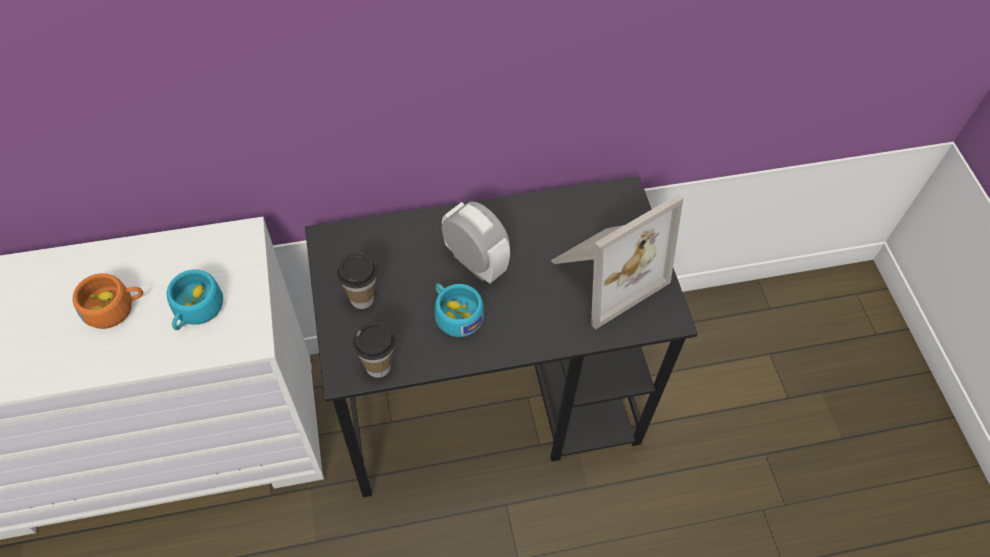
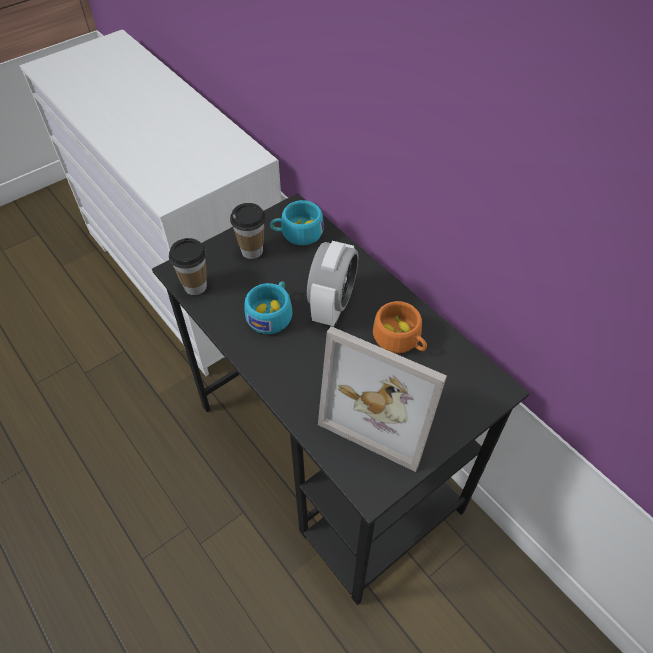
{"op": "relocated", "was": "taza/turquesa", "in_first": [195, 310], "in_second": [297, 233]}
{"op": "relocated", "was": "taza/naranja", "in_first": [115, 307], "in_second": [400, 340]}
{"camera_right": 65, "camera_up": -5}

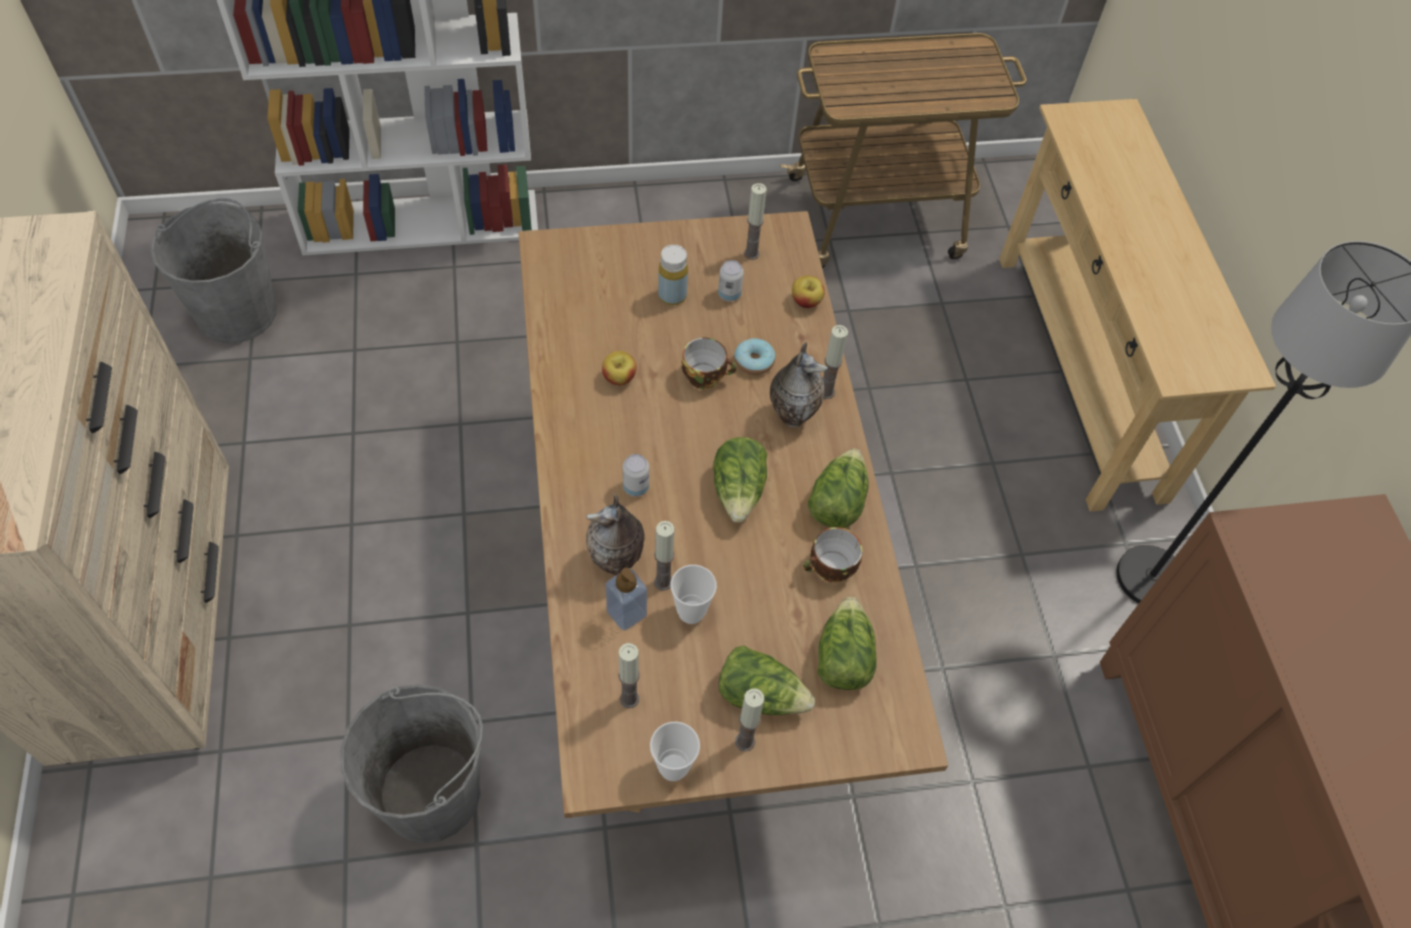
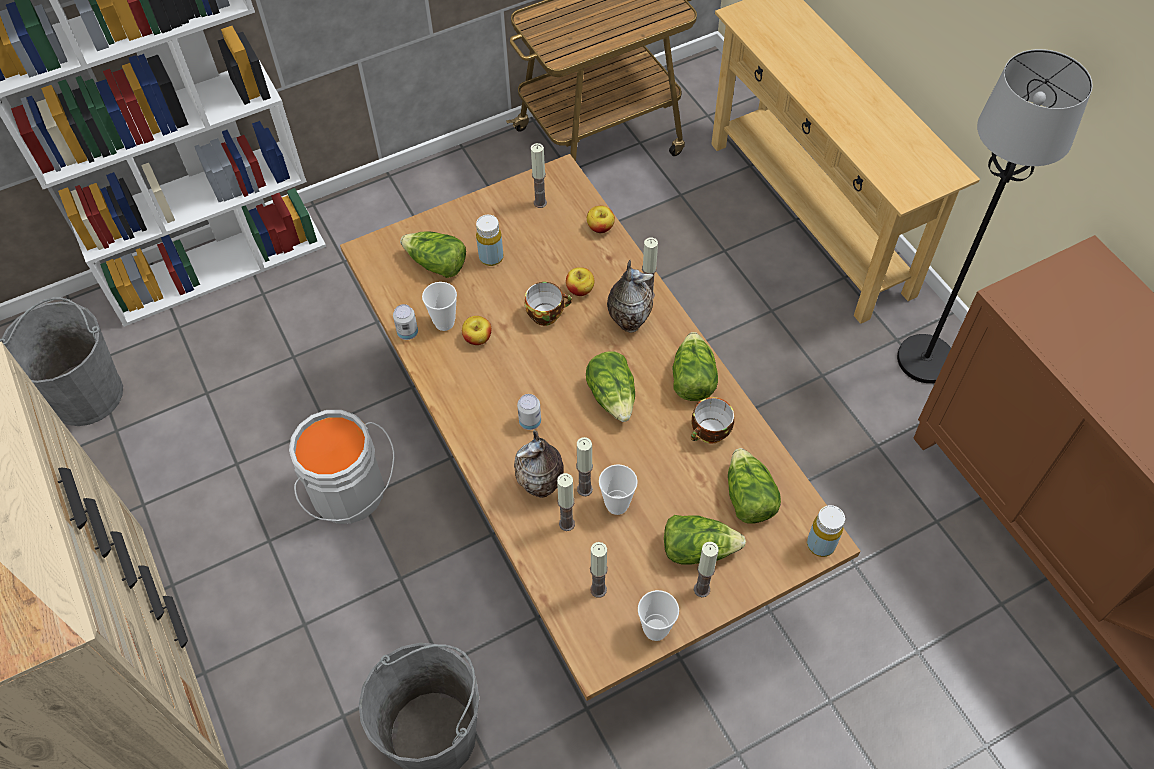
{"op": "appeared", "now": "cubo/gris", "in_second": [350, 494]}
{"op": "relocated", "was": "lata", "in_first": [729, 294], "in_second": [408, 333]}
{"op": "appeared", "now": "lechuga", "in_second": [436, 264]}
{"op": "appeared", "now": "taza", "in_second": [444, 323]}
{"op": "exchanged", "was": "dispensador de jabón", "now": "vela", "in_first": [626, 613], "in_second": [566, 524]}
{"op": "exchanged", "was": "rosquilla", "now": "manzana", "in_first": [754, 361], "in_second": [580, 289]}
{"op": "appeared", "now": "botella/amarillo", "in_second": [820, 544]}
{"camera_right": -15, "camera_up": 0}

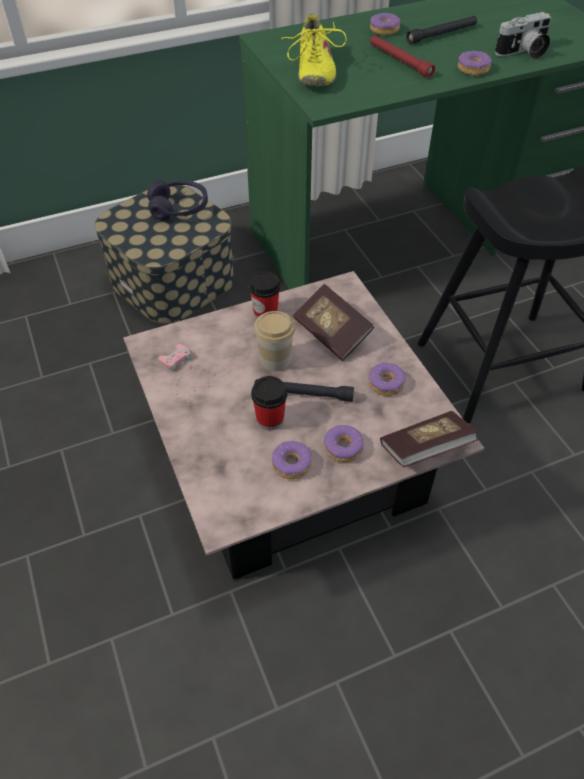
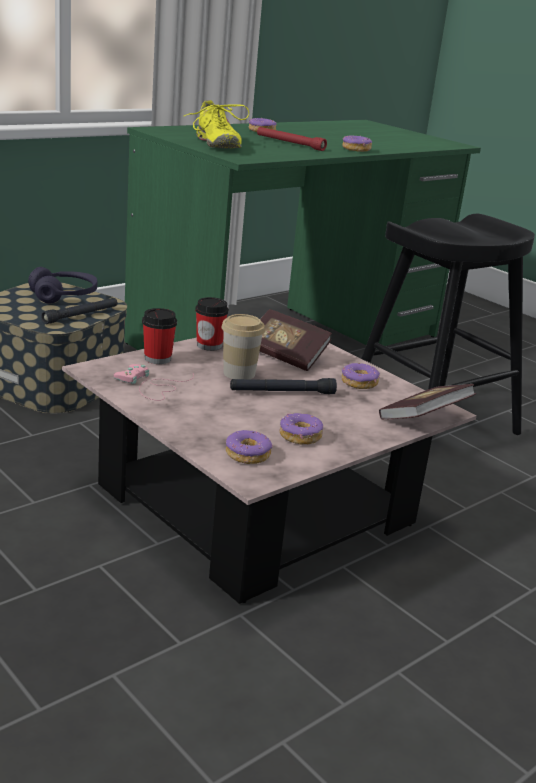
{"op": "relocated", "was": "linterna/negro", "in_first": [442, 35], "in_second": [81, 315]}
{"op": "relocated", "was": "taza", "in_first": [270, 419], "in_second": [157, 358]}
{"op": "relocated", "was": "rosquilla", "in_first": [343, 448], "in_second": [248, 455]}
{"op": "missing", "was": "cámara", "in_first": [523, 53]}
{"camera_right": -20, "camera_up": -25}

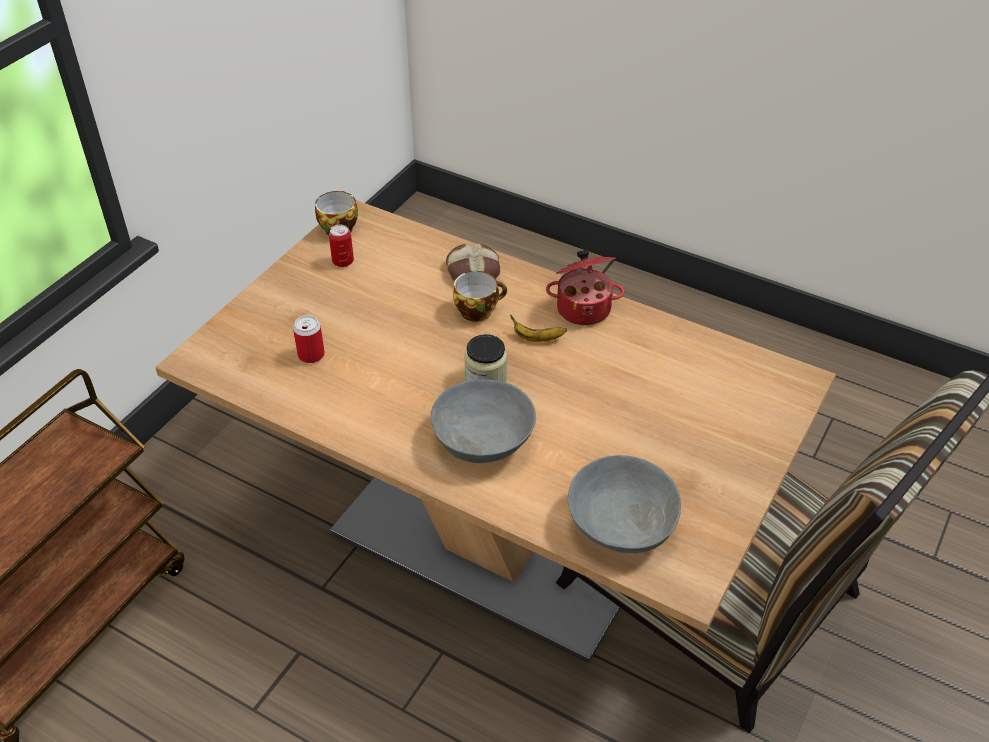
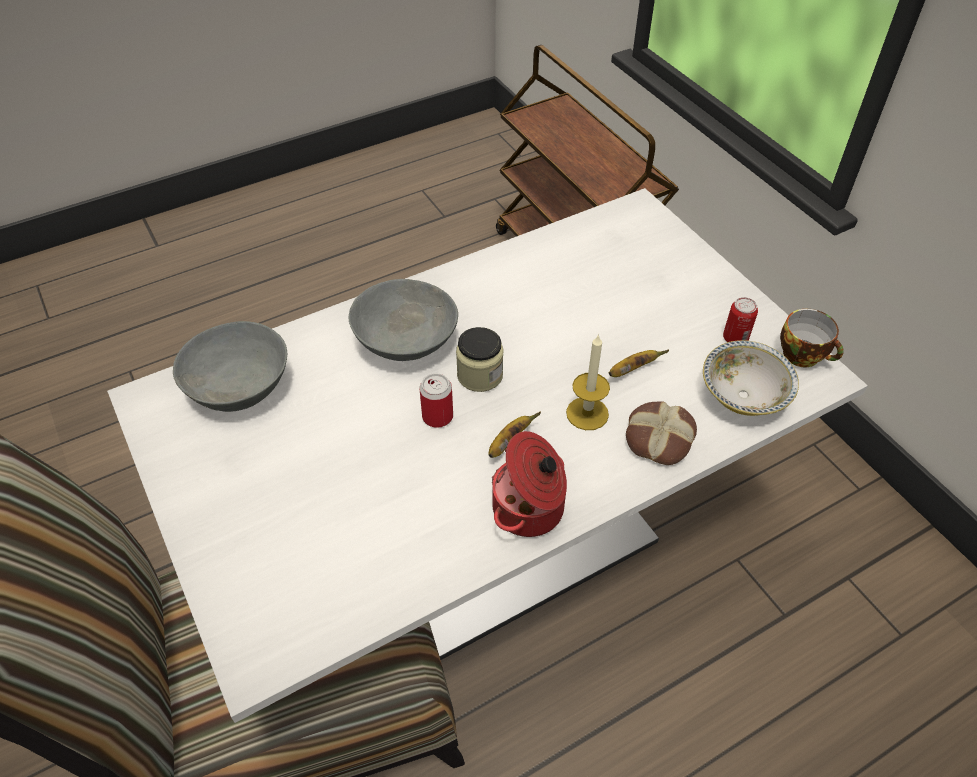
{"op": "colour", "was": "mesa de comedor/marrón", "now": "mesa de comedor/blanco", "in_first": [494, 538], "in_second": [488, 546]}
{"op": "relocated", "was": "lata", "in_first": [311, 355], "in_second": [437, 416]}
{"op": "exchanged", "was": "taza", "now": "vela", "in_first": [478, 310], "in_second": [587, 413]}
{"op": "appeared", "now": "plátano", "in_second": [632, 369]}
{"op": "appeared", "now": "cuenco", "in_second": [743, 396]}
{"camera_right": 120, "camera_up": 5}

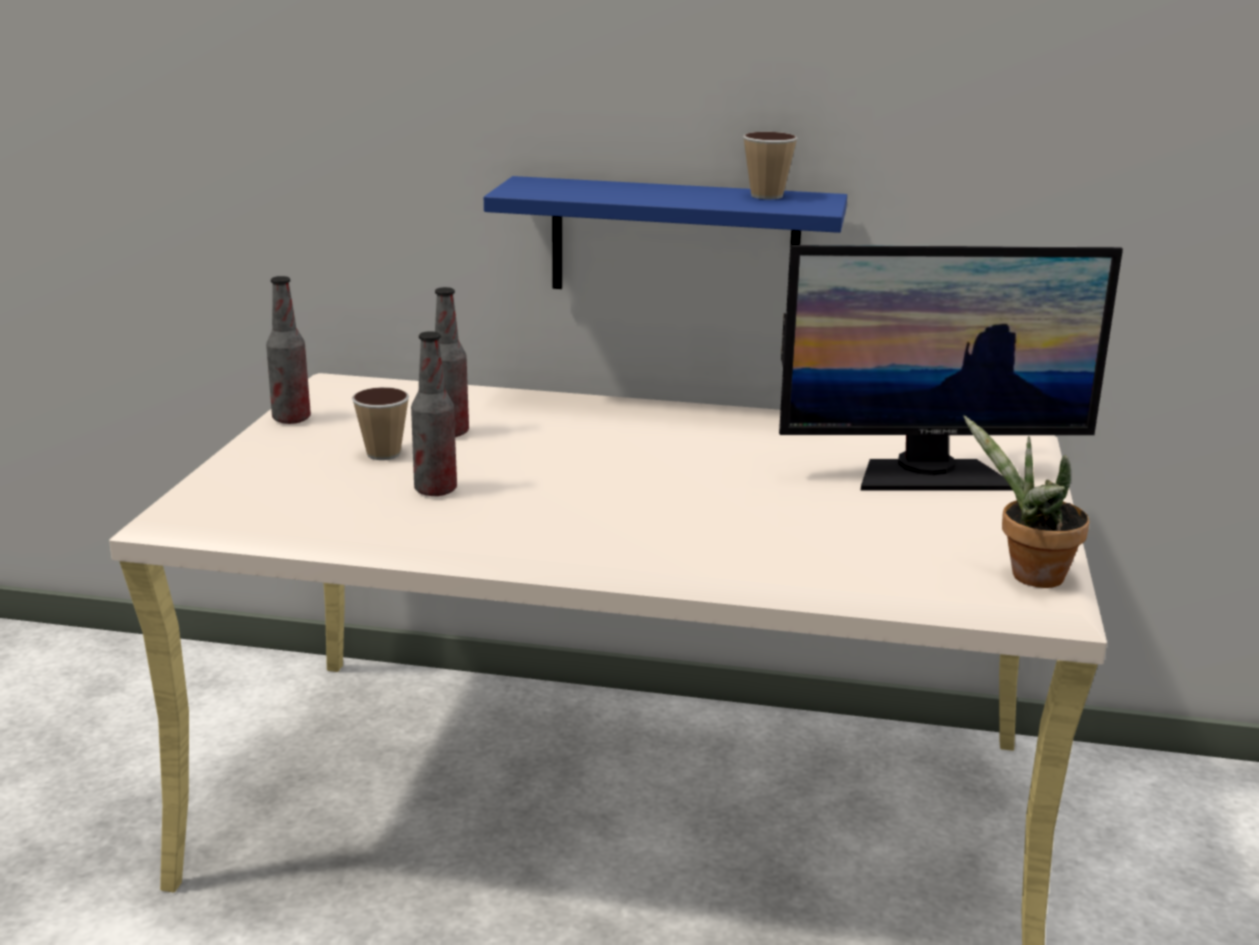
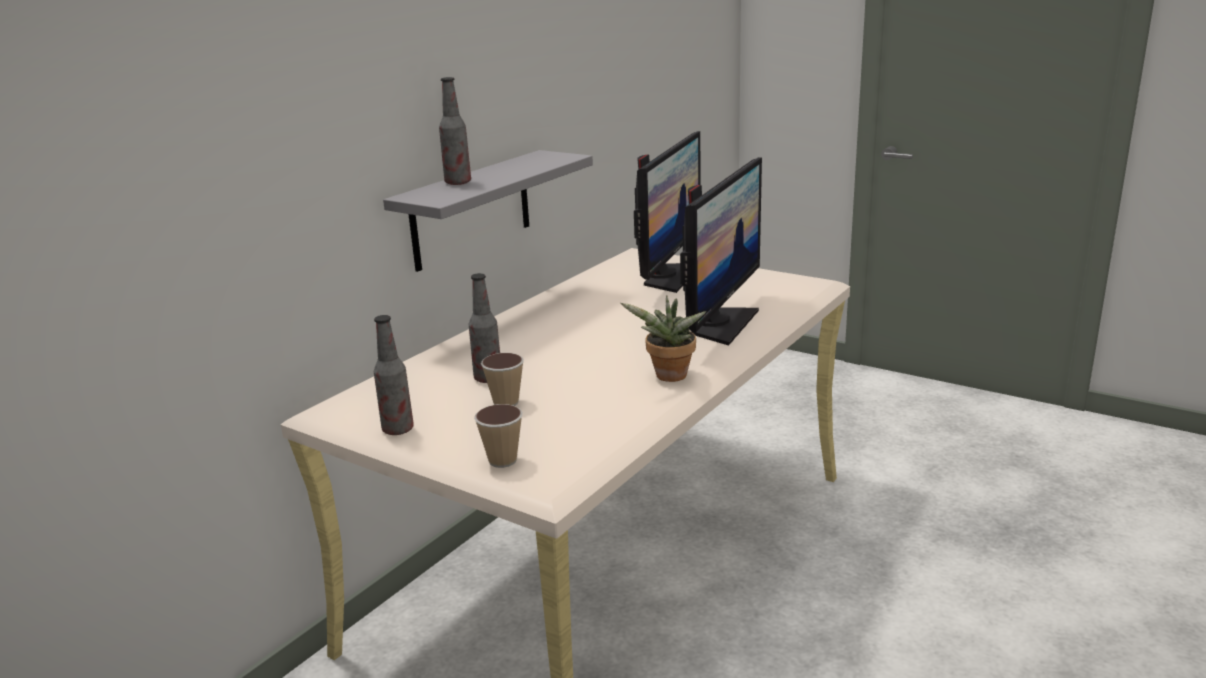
{"op": "colour", "was": "estante/azul", "now": "estante/gris", "in_first": [674, 241], "in_second": [471, 210]}
{"op": "relocated", "was": "botella", "in_first": [435, 490], "in_second": [458, 182]}
{"op": "relocated", "was": "taza", "in_first": [766, 196], "in_second": [502, 460]}
{"op": "relocated", "was": "planta en maceta", "in_first": [1028, 576], "in_second": [669, 377]}
{"op": "appeared", "now": "monitor", "in_second": [720, 324]}
{"camera_right": -65, "camera_up": 0}

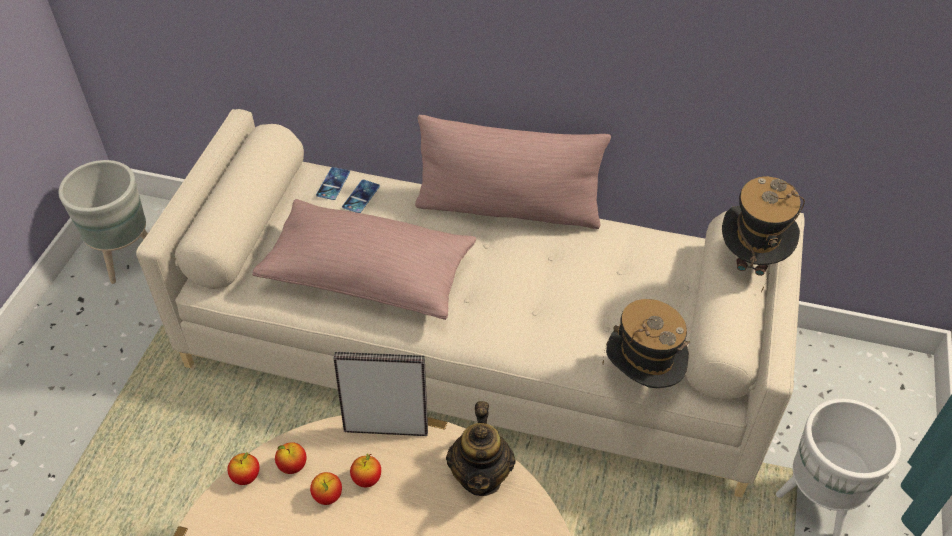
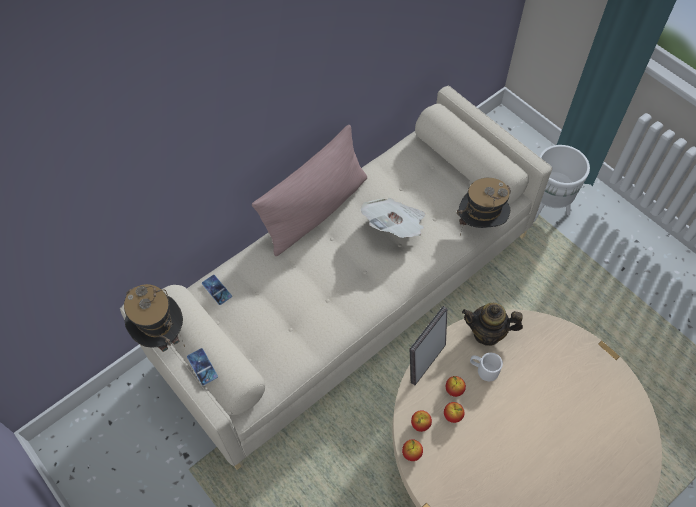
{"op": "relocated", "was": "sombrero", "in_first": [750, 261], "in_second": [161, 334]}
{"op": "relocated", "was": "móvil", "in_first": [361, 196], "in_second": [202, 366]}
{"op": "appeared", "now": "periódico", "in_second": [395, 226]}
{"op": "spun", "was": "tetera", "in_first": [481, 475], "in_second": [487, 333], "clockwise": 150}
{"op": "appeared", "now": "taza grande/blanco", "in_second": [483, 369]}
{"op": "missing", "was": "maceta/gris", "in_first": [125, 259]}
{"op": "missing", "was": "cojín/rosa", "in_first": [368, 276]}
{"camera_right": -55, "camera_up": 10}

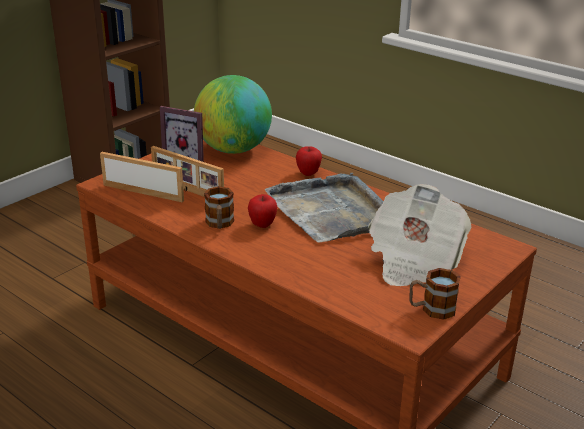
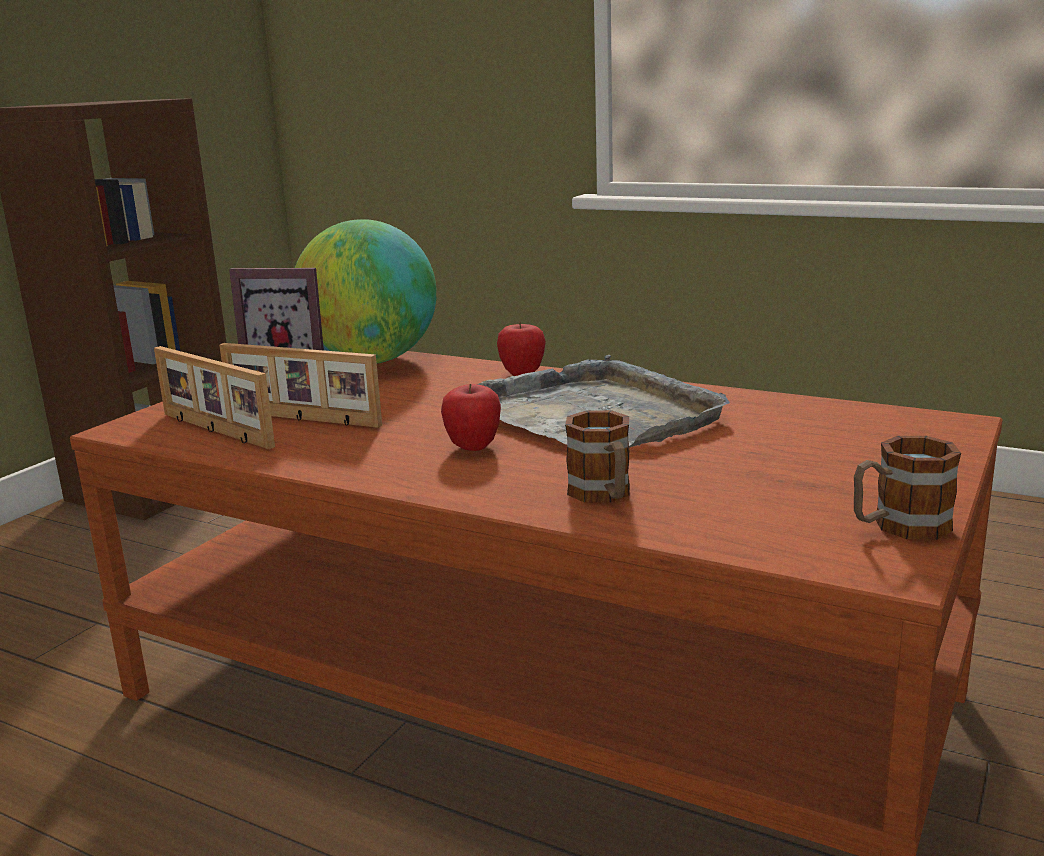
{"op": "spun", "was": "portarretratos", "in_first": [144, 192], "in_second": [214, 431], "clockwise": -150}
{"op": "relocated", "was": "taza grande", "in_first": [219, 224], "in_second": [604, 495]}
{"op": "missing", "was": "periódico", "in_first": [414, 260]}
{"camera_right": -10, "camera_up": -10}

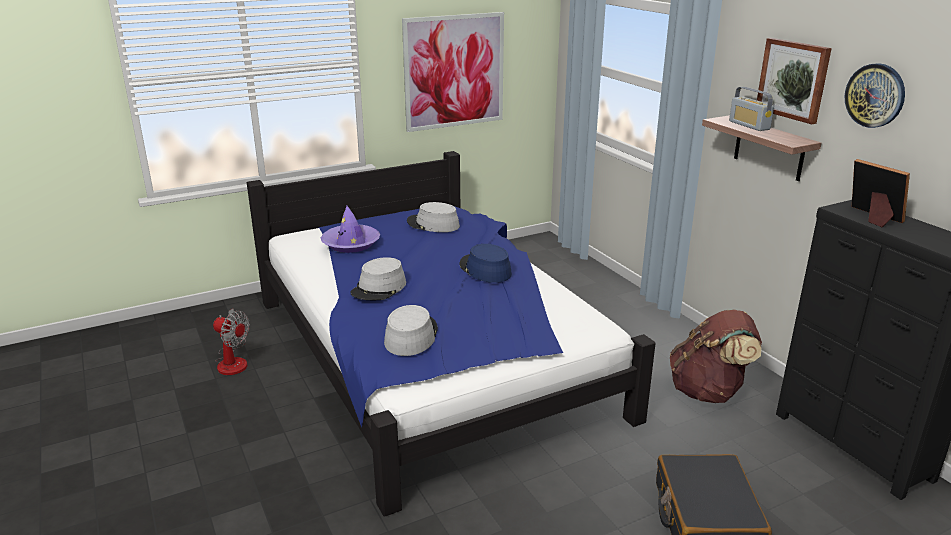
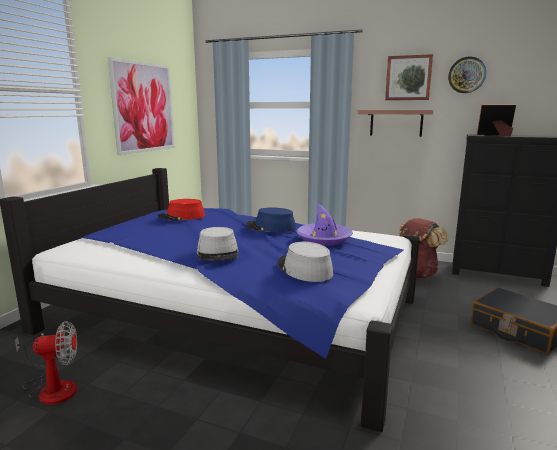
{"op": "colour", "was": "sombrero/gris", "now": "sombrero/rojo", "in_first": [433, 224], "in_second": [181, 217]}
{"op": "relocated", "was": "sombrero/morado", "in_first": [351, 244], "in_second": [324, 239]}
{"op": "missing", "was": "radio", "in_first": [749, 125]}
{"camera_right": -40, "camera_up": -10}

